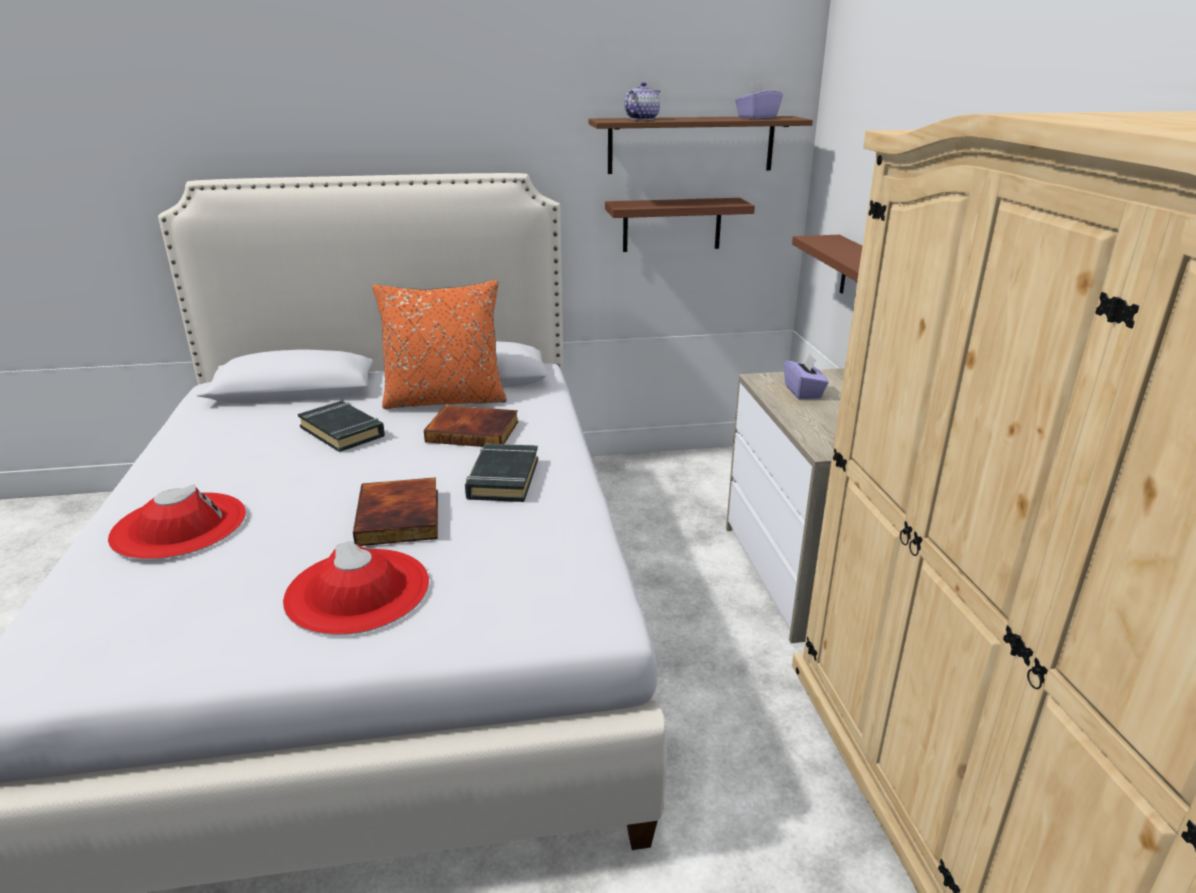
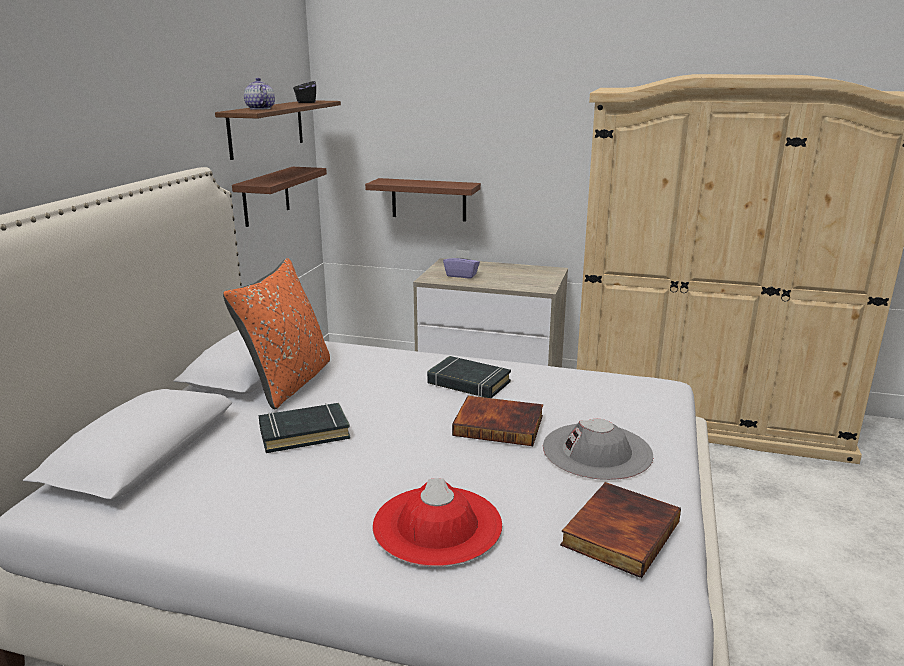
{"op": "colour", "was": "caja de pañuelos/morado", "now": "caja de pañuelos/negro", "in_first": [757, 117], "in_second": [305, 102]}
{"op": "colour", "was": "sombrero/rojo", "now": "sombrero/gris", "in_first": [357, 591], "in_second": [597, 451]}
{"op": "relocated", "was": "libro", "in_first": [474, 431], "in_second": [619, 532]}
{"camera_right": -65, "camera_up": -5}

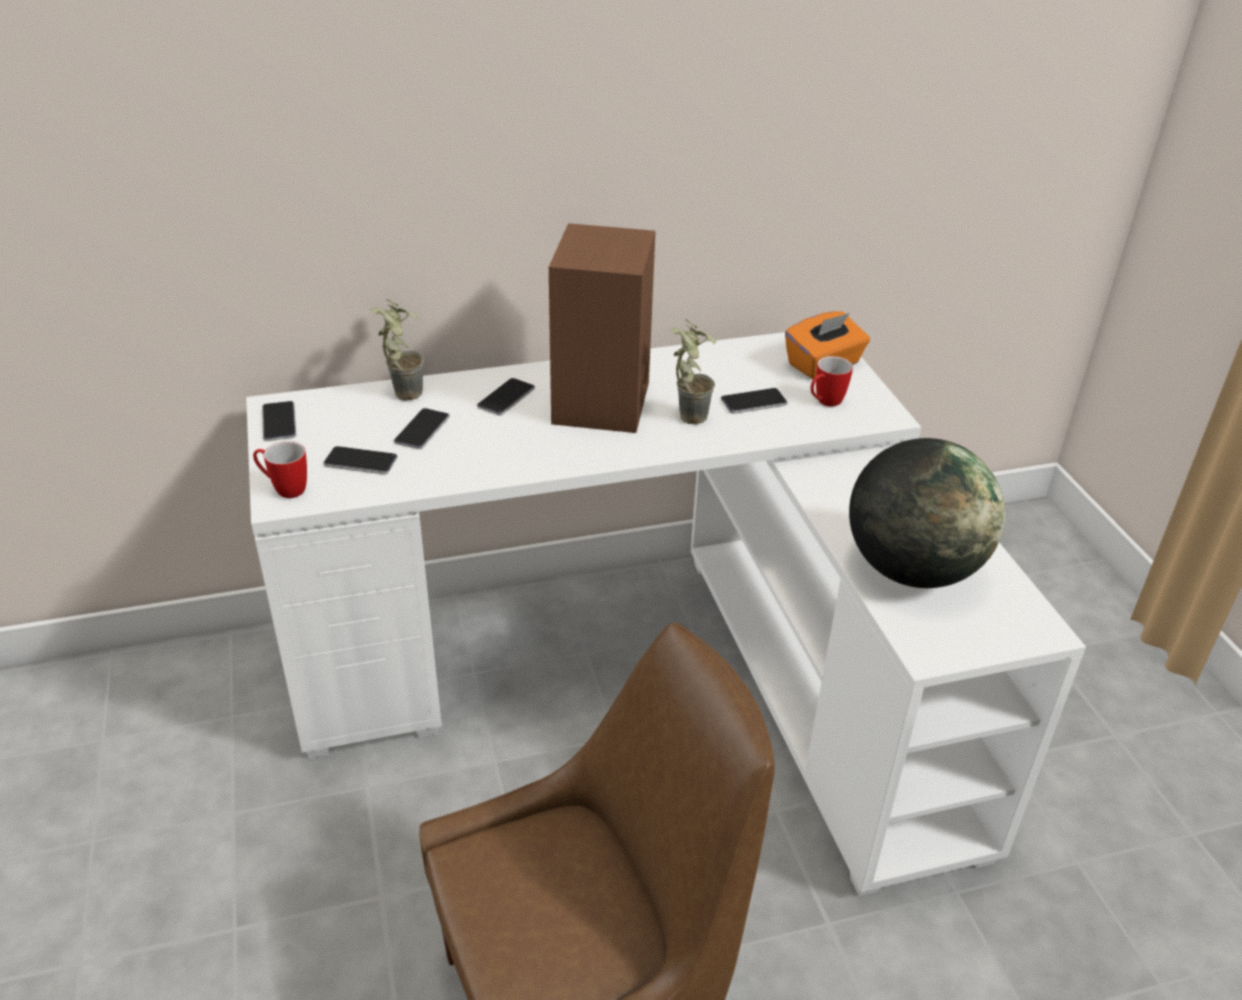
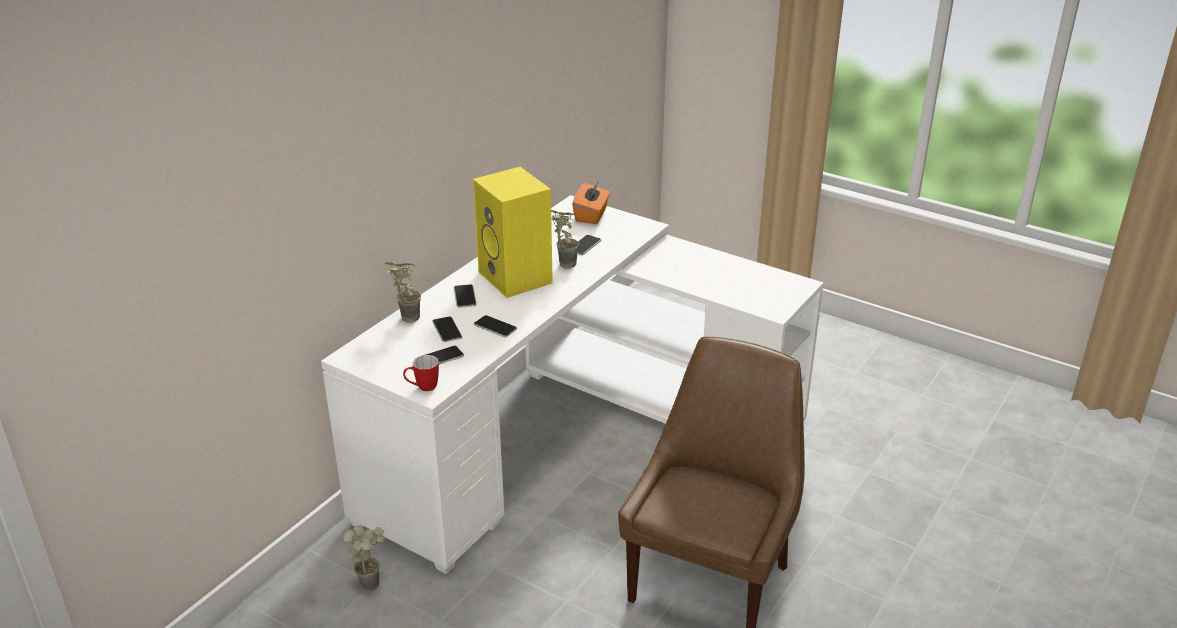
{"op": "appeared", "now": "planta en maceta", "in_second": [372, 581]}
{"op": "colour", "was": "altavoz/marrón", "now": "altavoz/amarillo", "in_first": [603, 404], "in_second": [517, 278]}
{"op": "relocated", "was": "móvil", "in_first": [279, 422], "in_second": [495, 327]}
{"op": "missing", "was": "taza grande", "in_first": [824, 403]}
{"op": "missing", "was": "globo terráqueo", "in_first": [911, 570]}
{"camera_right": -40, "camera_up": -5}

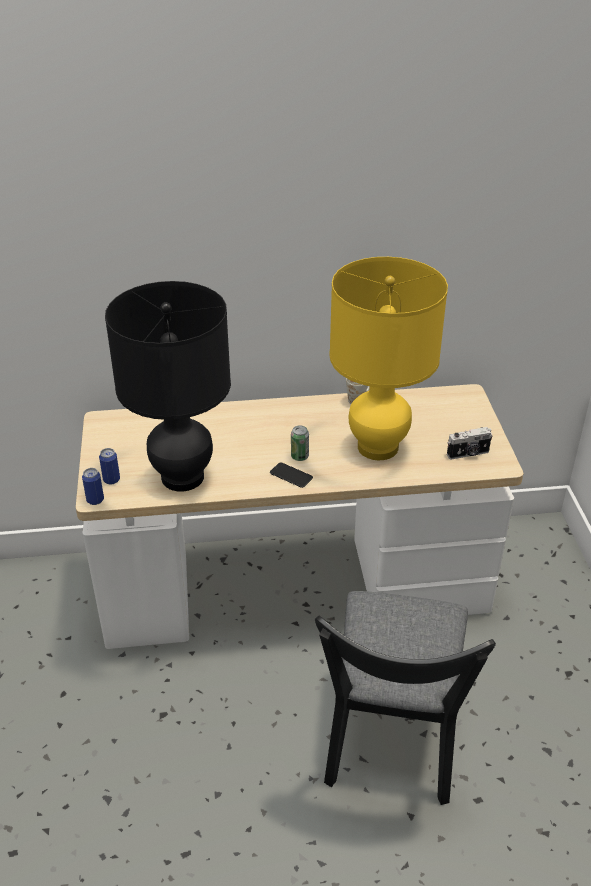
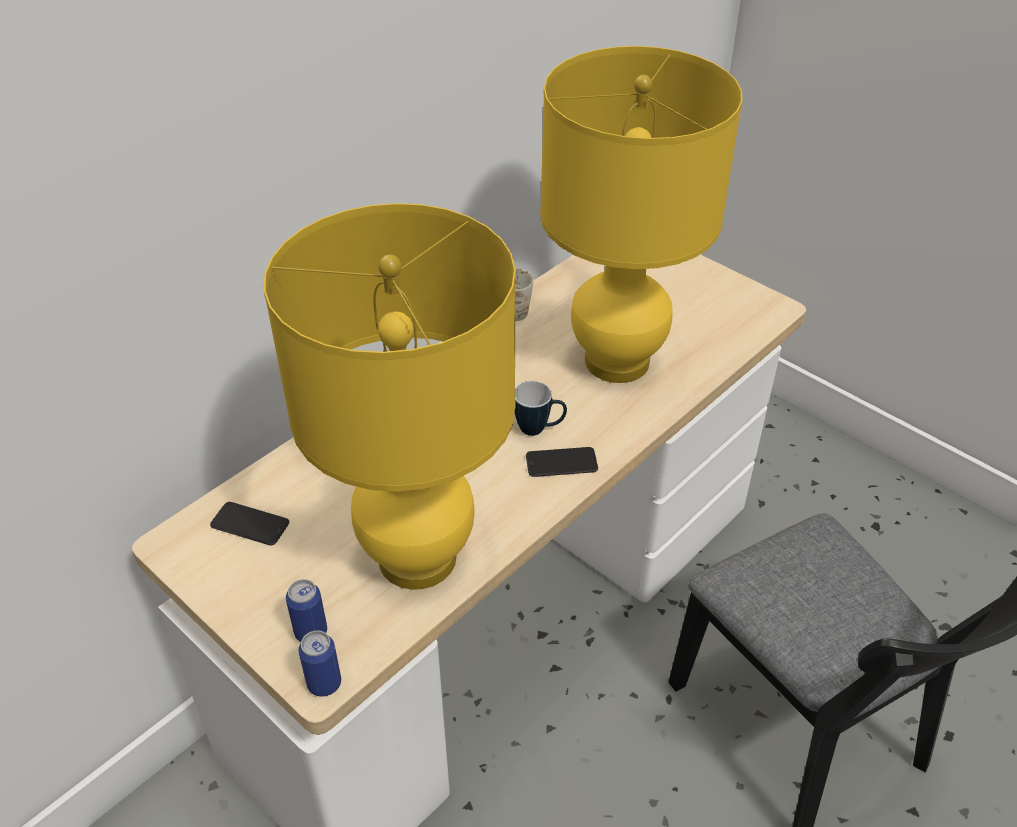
{"op": "appeared", "now": "móvil", "in_second": [250, 524]}
{"op": "colour", "was": "lámpara de mesa/negro", "now": "lámpara de mesa/amarillo", "in_first": [182, 477], "in_second": [417, 558]}
{"op": "exchanged", "was": "lata", "now": "taza grande", "in_first": [299, 456], "in_second": [539, 429]}
{"op": "missing", "was": "cámara", "in_first": [468, 454]}
{"camera_right": -40, "camera_up": 5}

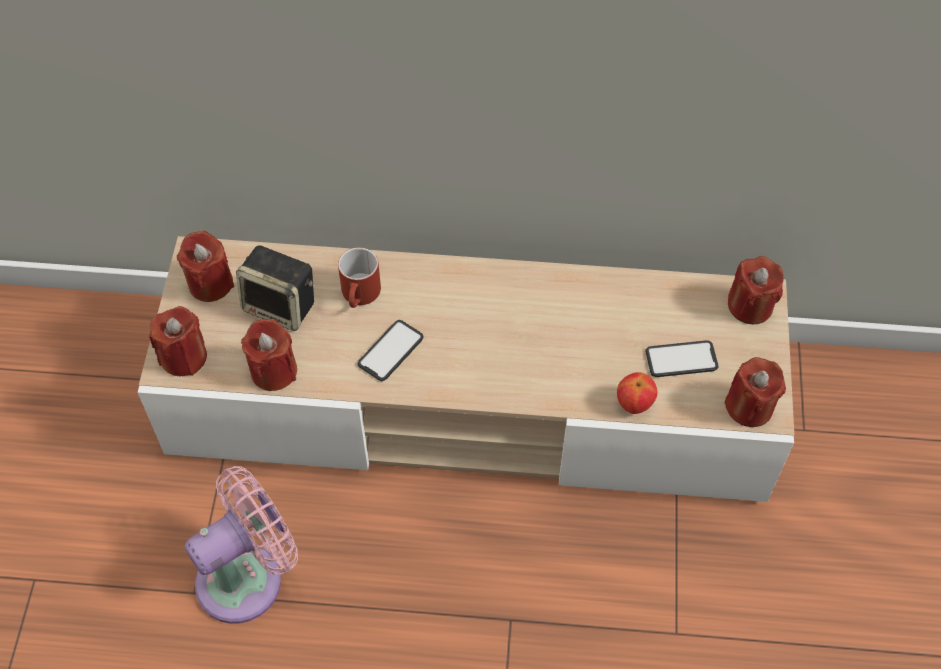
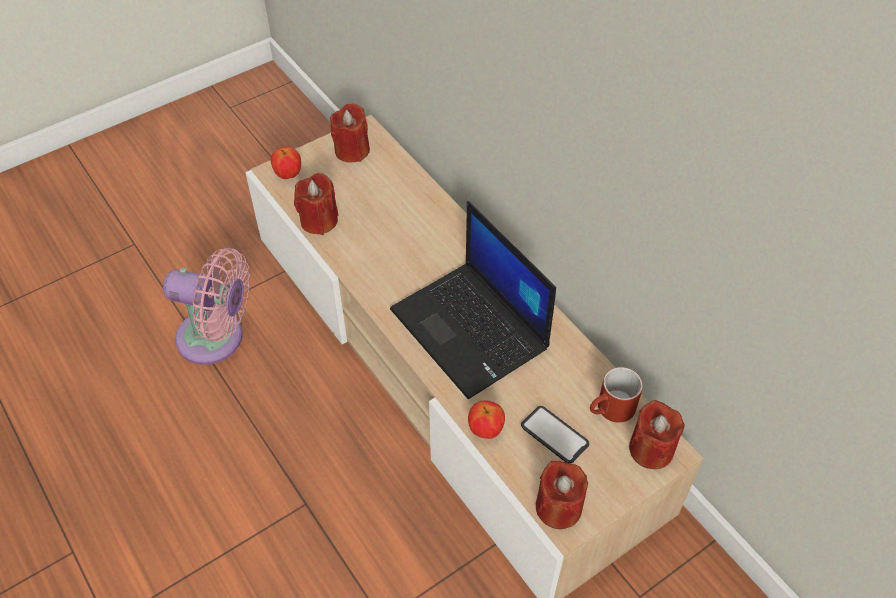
{"op": "exchanged", "was": "vela/rojo", "now": "manzana", "in_first": [184, 357], "in_second": [288, 174]}
{"op": "appeared", "now": "portátil", "in_second": [471, 329]}
{"op": "relocated", "was": "taza grande/rojo", "in_first": [361, 296], "in_second": [611, 411]}
{"op": "missing", "was": "altavoz", "in_first": [282, 306]}
{"op": "missing", "was": "móvil", "in_first": [390, 351]}
{"camera_right": 50, "camera_up": -5}

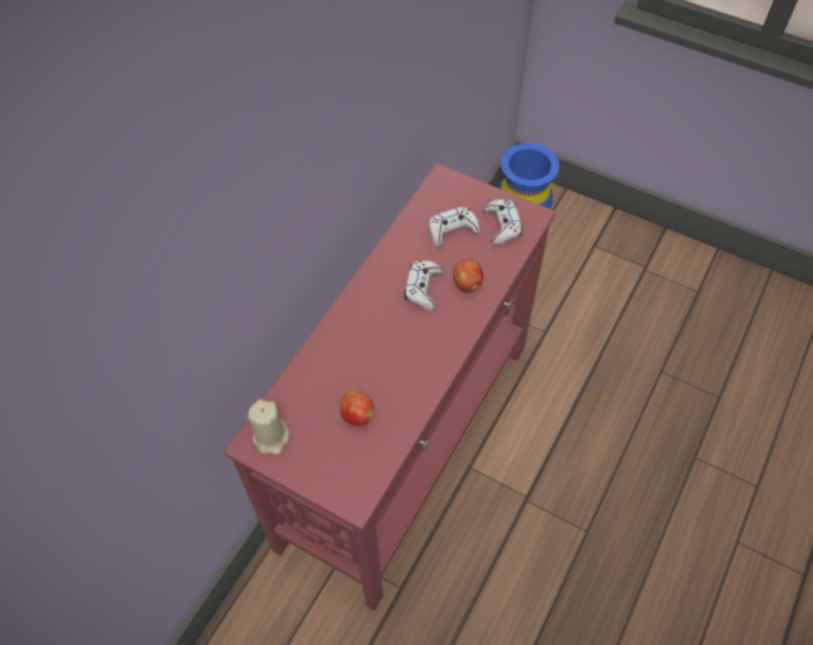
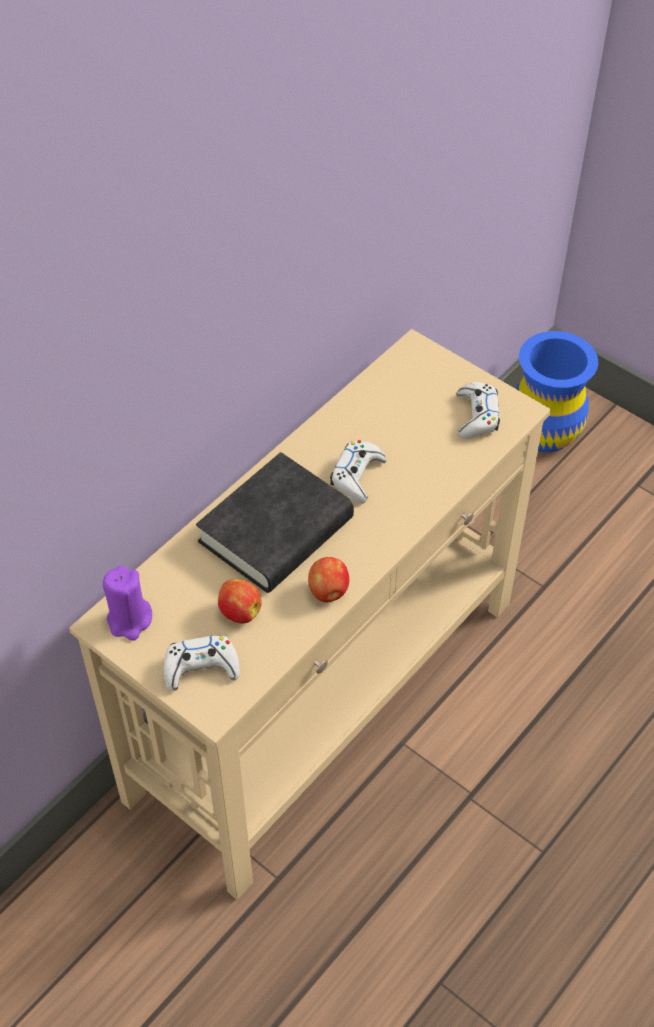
{"op": "colour", "was": "mesa consola/rojo", "now": "mesa consola/beis", "in_first": [408, 442], "in_second": [328, 697]}
{"op": "colour", "was": "vela/beis", "now": "vela/morado", "in_first": [271, 437], "in_second": [129, 620]}
{"op": "relocated", "was": "mando de consola/blanco", "in_first": [452, 230], "in_second": [201, 668]}
{"op": "appeared", "now": "libro/negro", "in_second": [276, 531]}
{"op": "relocated", "was": "manzana", "in_first": [467, 284], "in_second": [328, 591]}
{"camera_right": 10, "camera_up": -5}

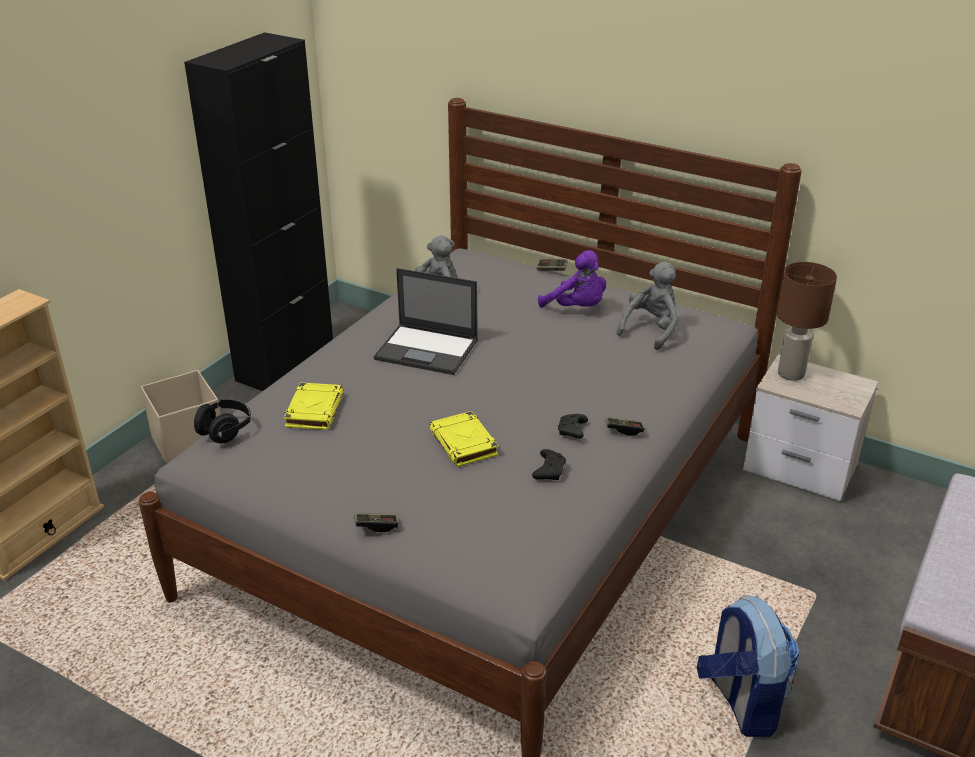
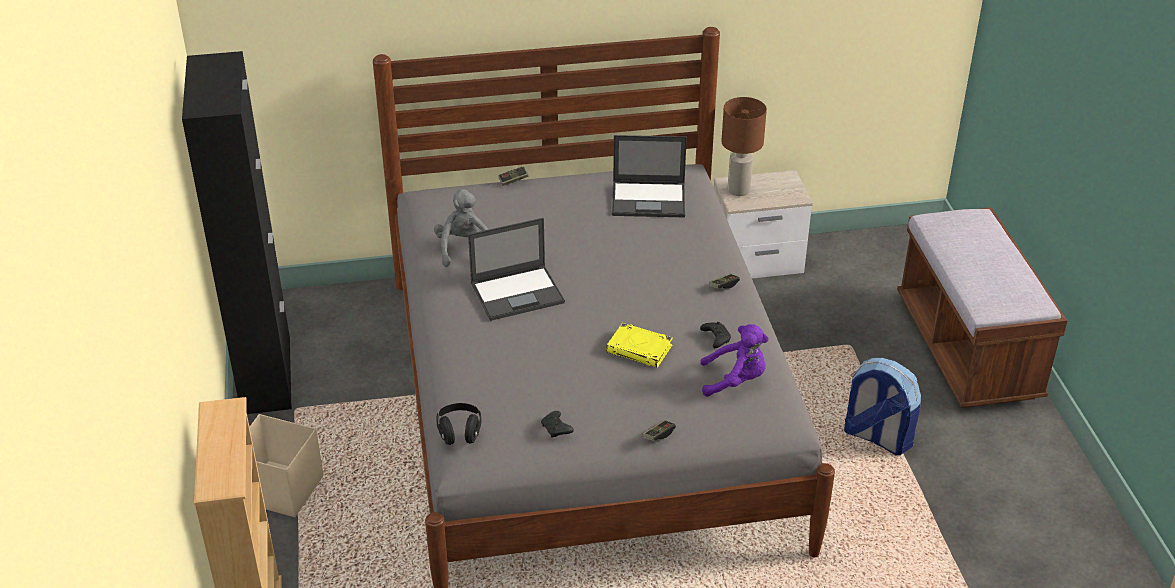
{"op": "relocated", "was": "mando de consola/negro", "in_first": [572, 431], "in_second": [556, 429]}
{"op": "exchanged", "was": "peluche/gris", "now": "portátil", "in_first": [651, 330], "in_second": [649, 199]}
{"op": "relocated", "was": "peluche/morado", "in_first": [577, 308], "in_second": [735, 380]}
{"op": "missing", "was": "libro/amarillo", "in_first": [314, 410]}
{"camera_right": -40, "camera_up": 5}

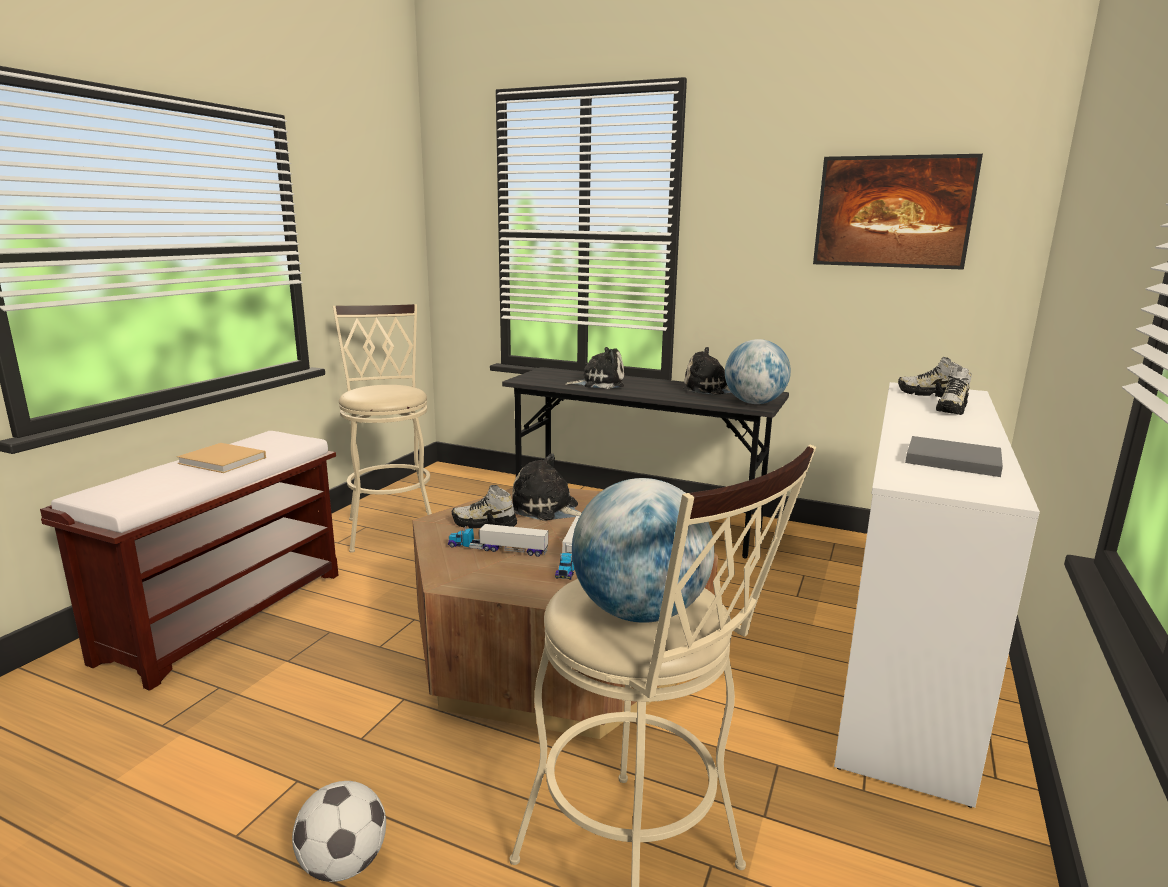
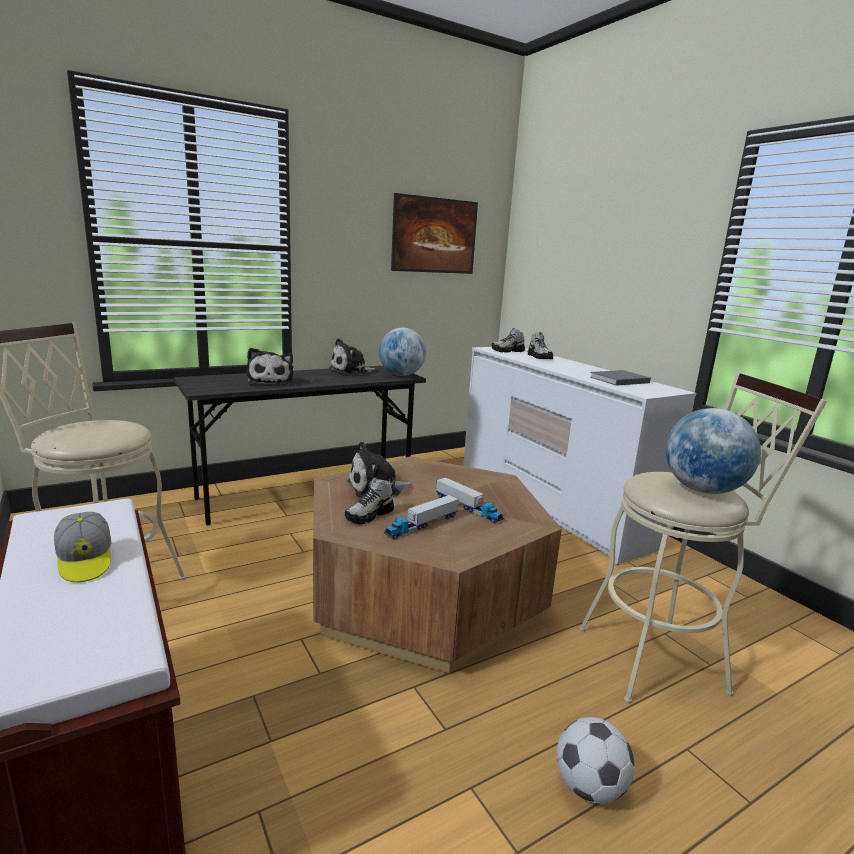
{"op": "exchanged", "was": "libro/beis", "now": "gorra", "in_first": [224, 461], "in_second": [85, 561]}
{"op": "spun", "was": "peluche", "in_first": [599, 383], "in_second": [271, 381], "clockwise": 135}
{"camera_right": -55, "camera_up": 0}

